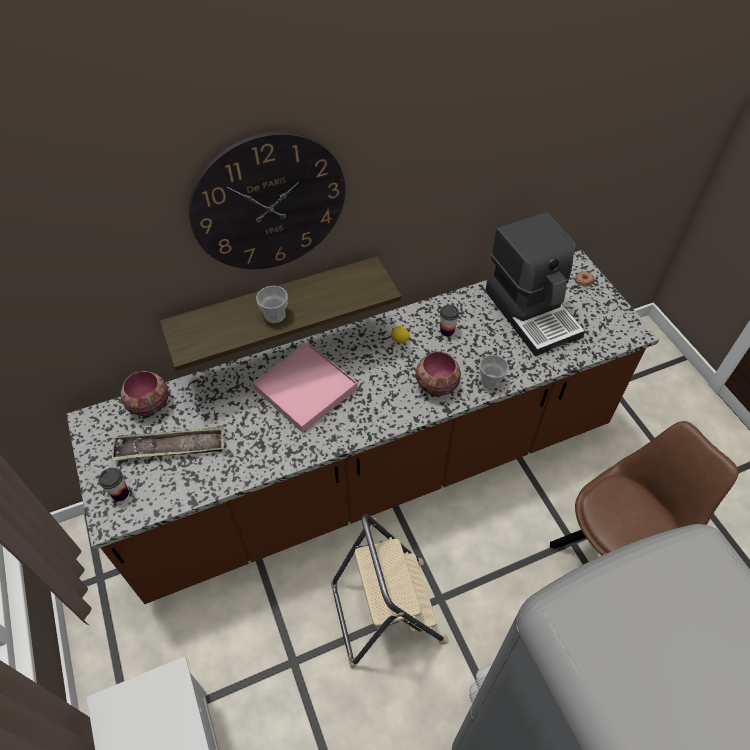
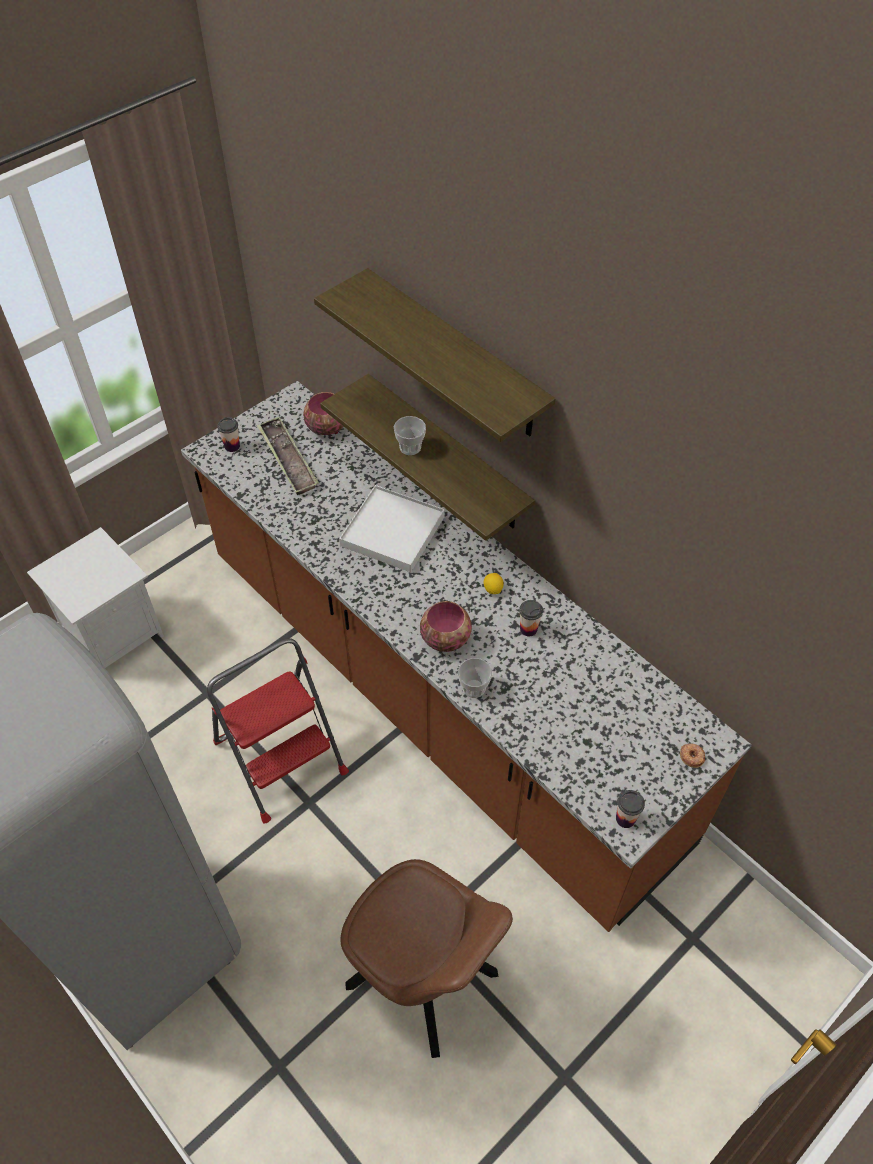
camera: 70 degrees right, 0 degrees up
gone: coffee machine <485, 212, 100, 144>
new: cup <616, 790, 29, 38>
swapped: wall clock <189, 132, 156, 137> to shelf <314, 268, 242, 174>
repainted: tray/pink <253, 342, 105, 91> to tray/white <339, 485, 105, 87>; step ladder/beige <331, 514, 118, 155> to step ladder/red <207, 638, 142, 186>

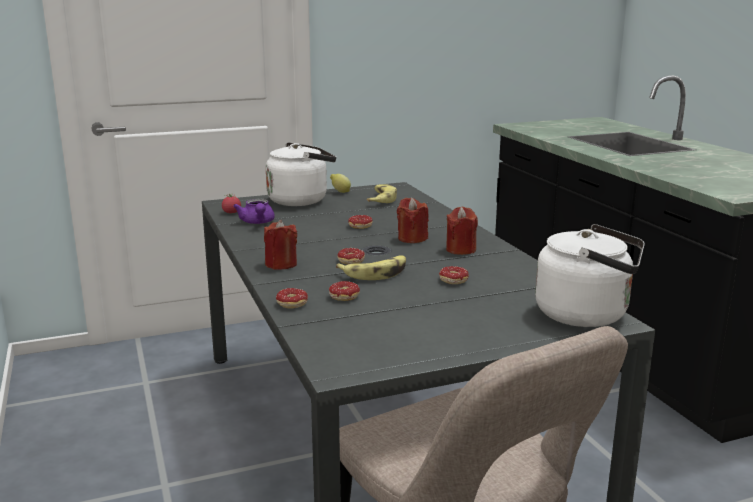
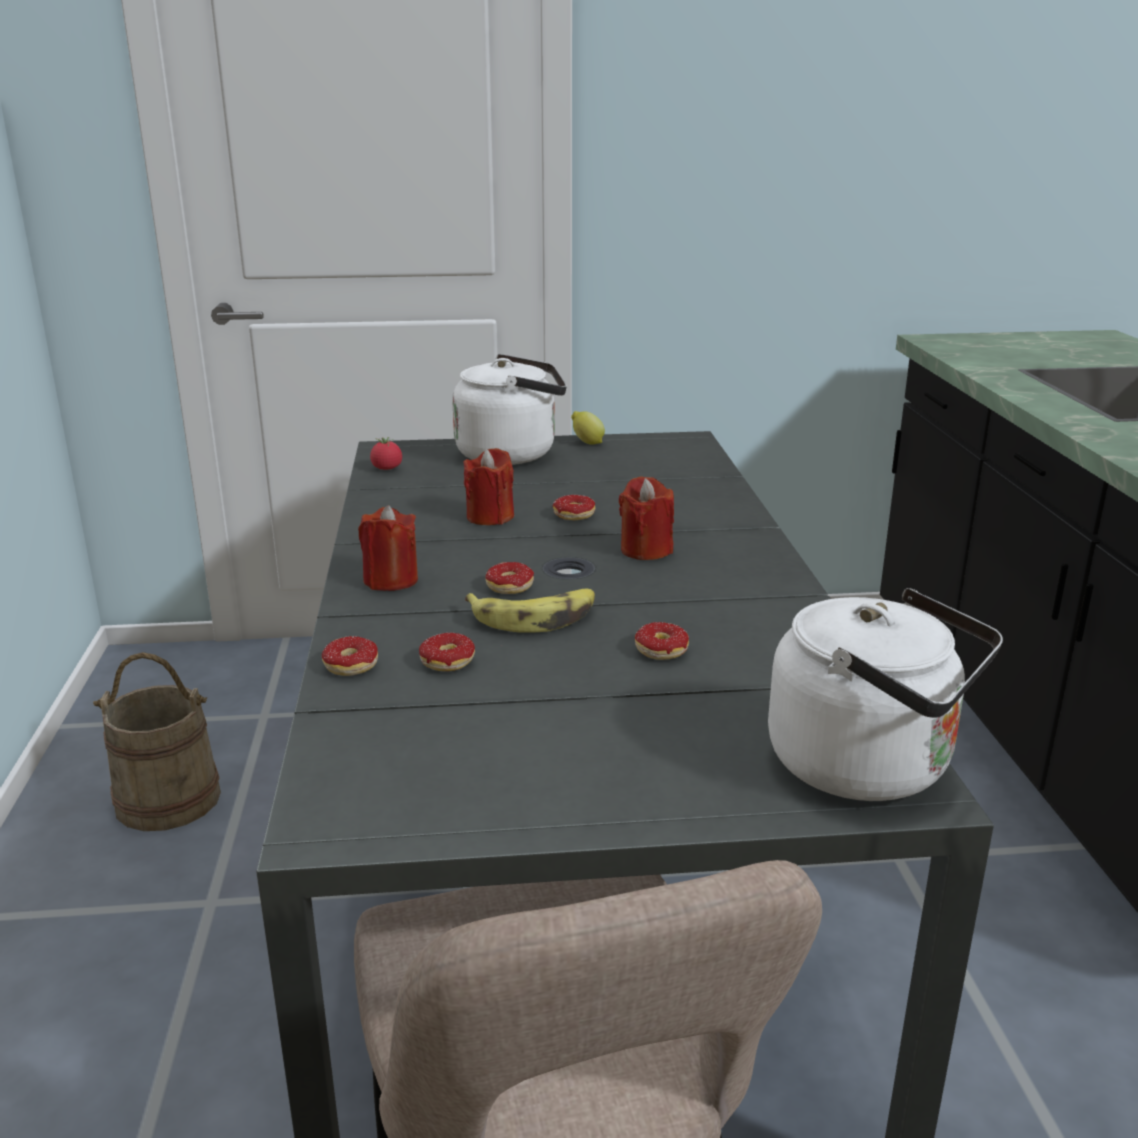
camera: 15 degrees right, 5 degrees up
gone: teapot/purple <233, 199, 42, 25>; banana <367, 184, 30, 19>
new: bucket/beige <93, 652, 128, 179>
shifted: candle/red <446, 207, 32, 48> to <463, 448, 51, 77>

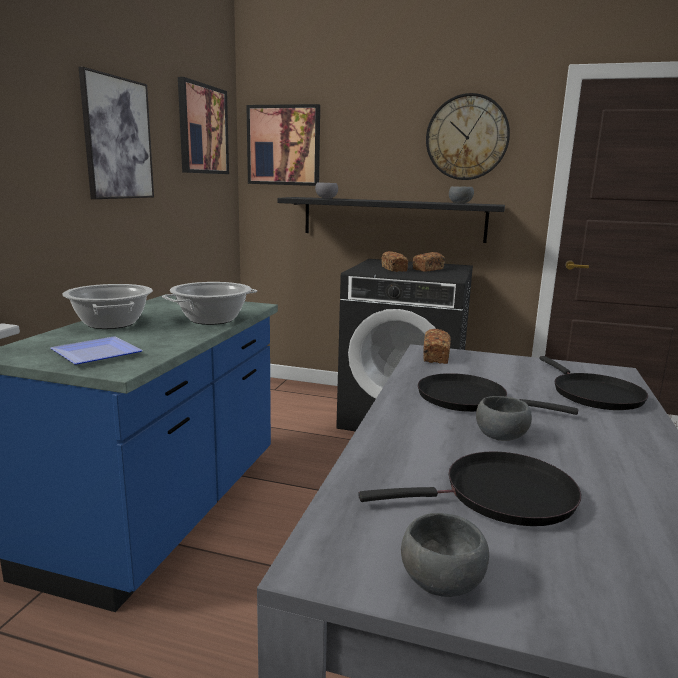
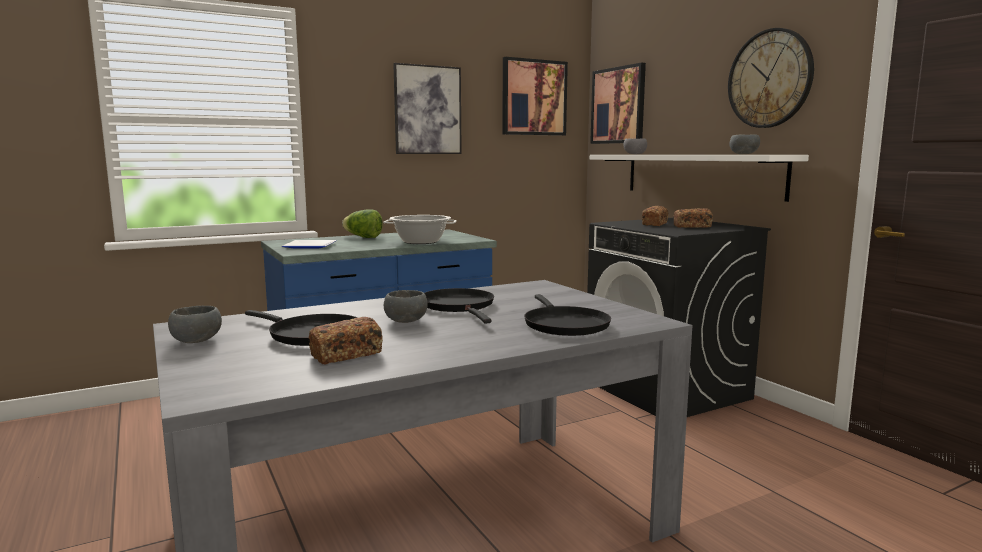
camera: 45 degrees right, 5 degrees down
shifted: bread <423, 329, 28, 35> to <309, 317, 74, 48>
swapped: cooking pot <62, 284, 91, 45> to lettuce <342, 209, 41, 29>
repainted: shelf/black <277, 197, 228, 46> to shelf/white <590, 155, 219, 47>
rotated: frying pan/black <540, 356, 108, 54> = <524, 294, 87, 42> 45 degrees counterclockwise

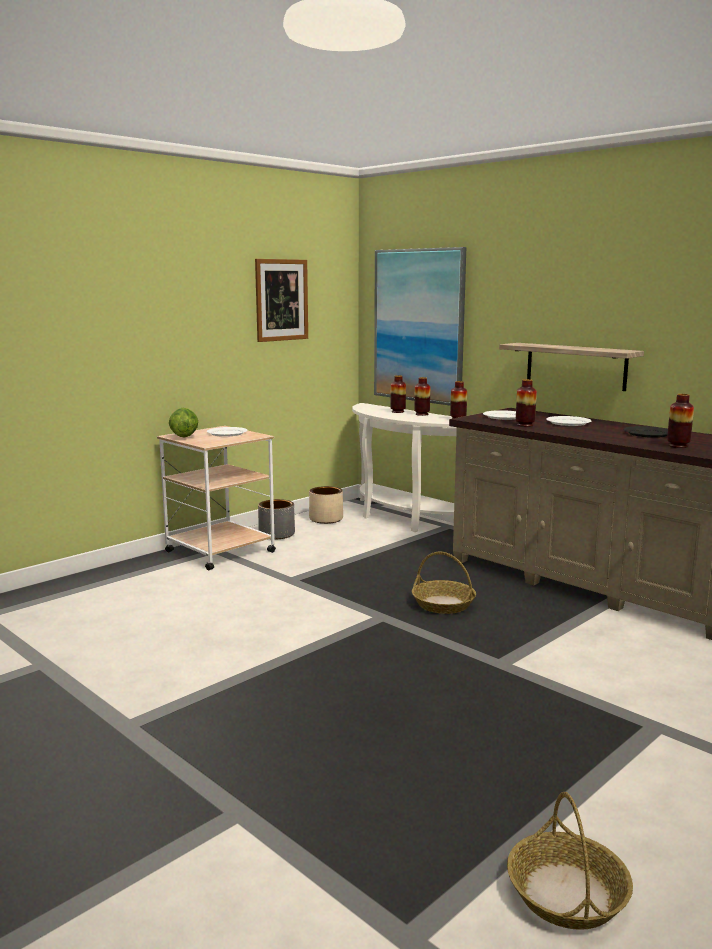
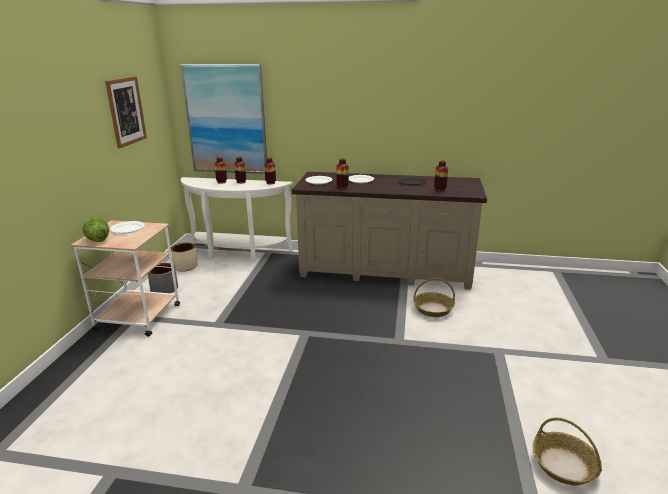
camera: 35 degrees left, 10 degrees up
gone: shelf <499, 343, 145, 48>
shifted: basket <412, 552, 64, 62> to <413, 278, 42, 39>

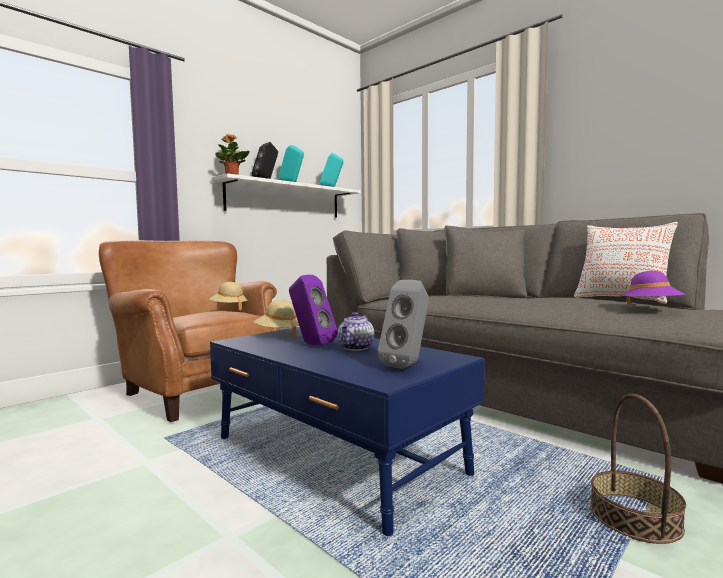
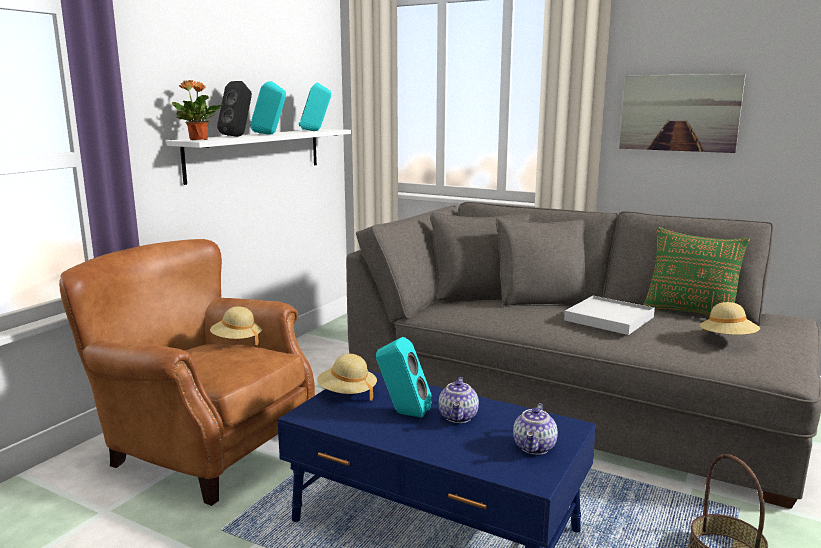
camera: 15 degrees left, 10 degrees up
new: tray/white <564, 296, 91, 39>; picture <619, 74, 127, 79>
swapped: speaker/grey <378, 280, 51, 89> to teapot <513, 403, 45, 52>
repainted: speaker/purple <289, 275, 48, 70> to speaker/turquoise <376, 337, 56, 81>; pillow/white <574, 222, 104, 82> to pillow/green <643, 227, 107, 89>; hat/purple <620, 271, 66, 35> to hat/beige <700, 302, 60, 33>

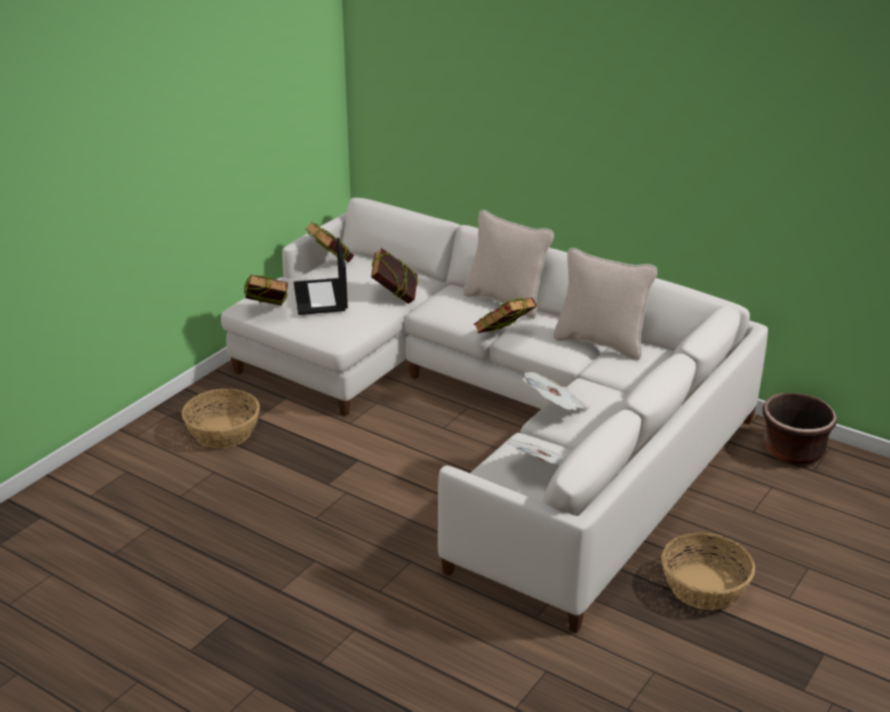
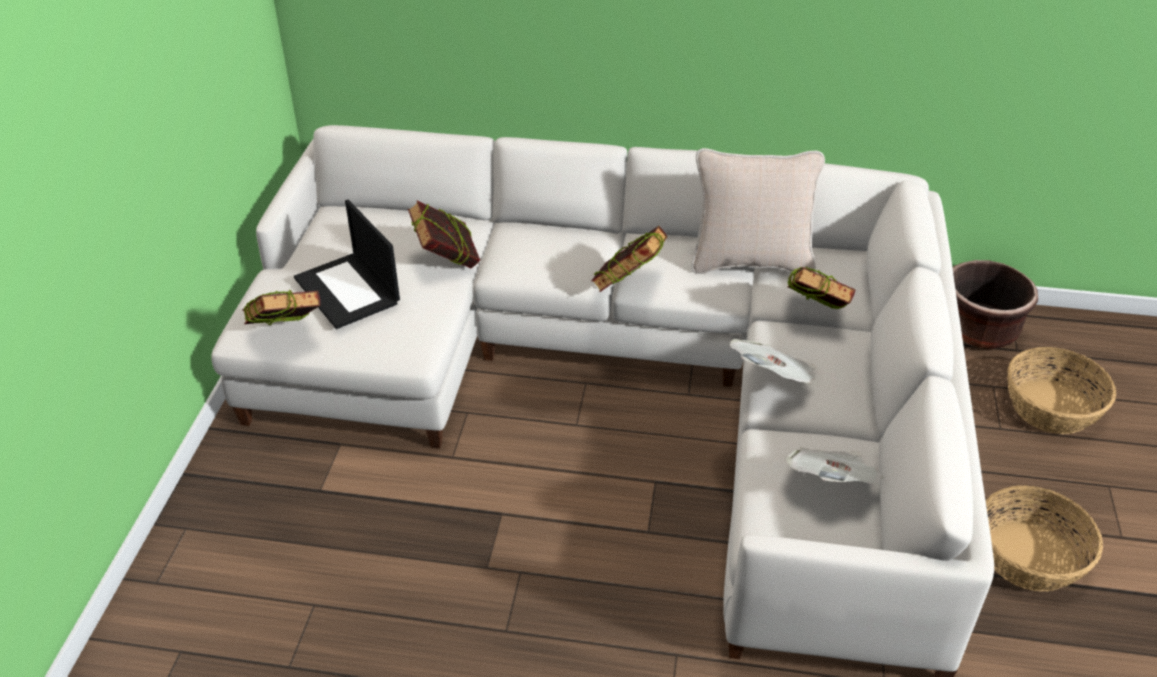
camera: 25 degrees left, 10 degrees up
gone: pillow/beige <463, 210, 91, 109>
shifted: basket <182, 389, 78, 59> to <1007, 347, 109, 87>; book <305, 221, 49, 42> to <787, 267, 69, 42>

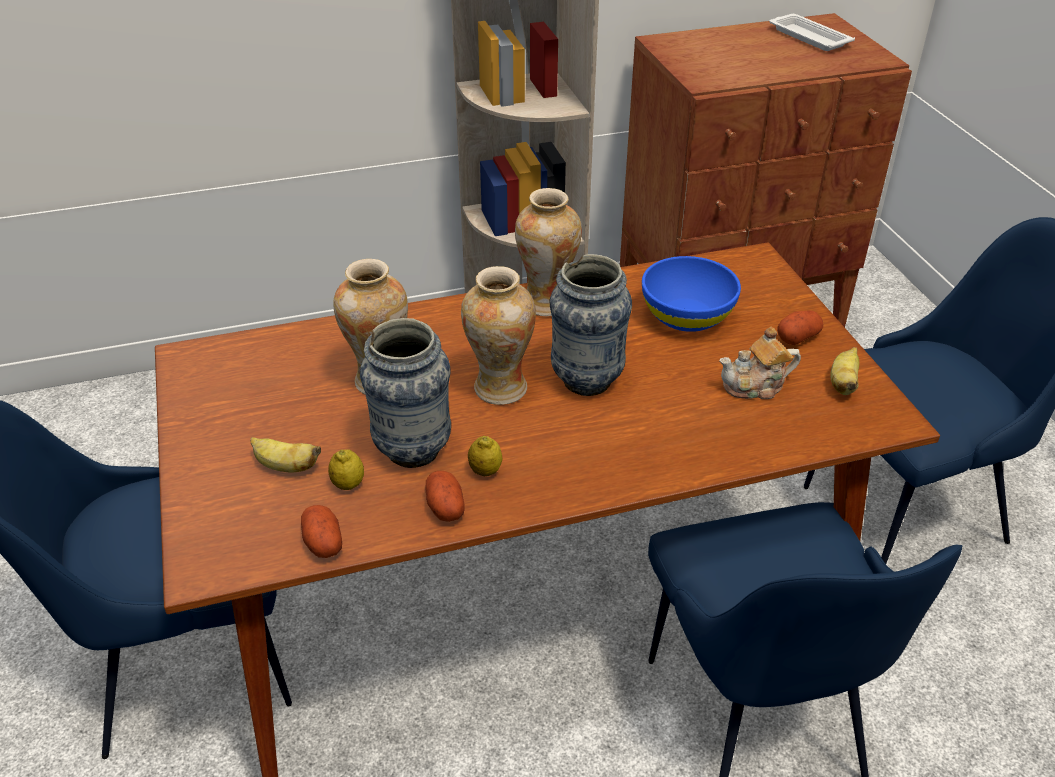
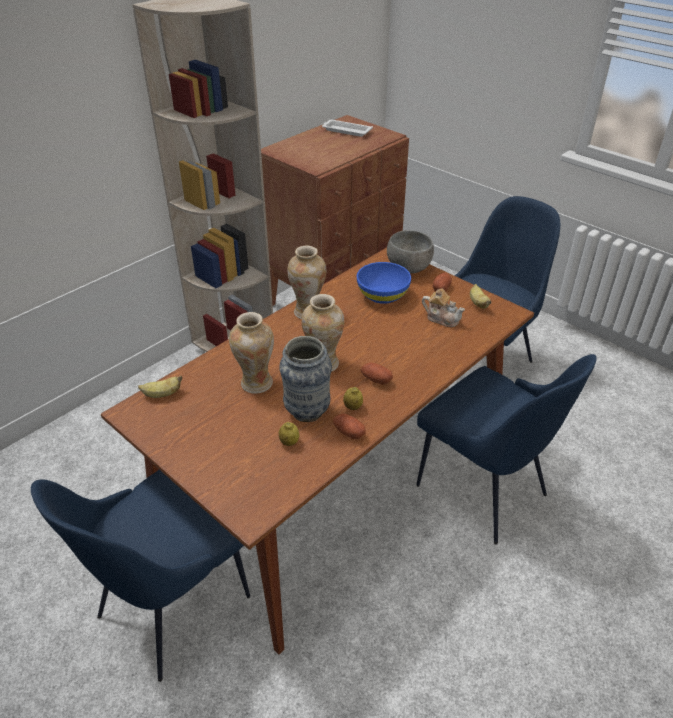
camera: 30 degrees left, 0 degrees up
gone: vase <550, 254, 82, 142>
new: bowl/grey <387, 230, 47, 44>
shifted: banana <250, 437, 71, 35> to <138, 376, 44, 22>; potato <301, 505, 41, 53> to <361, 363, 32, 22>
rotated: teapot <719, 327, 82, 72> = <422, 288, 43, 39> 105 degrees counterclockwise

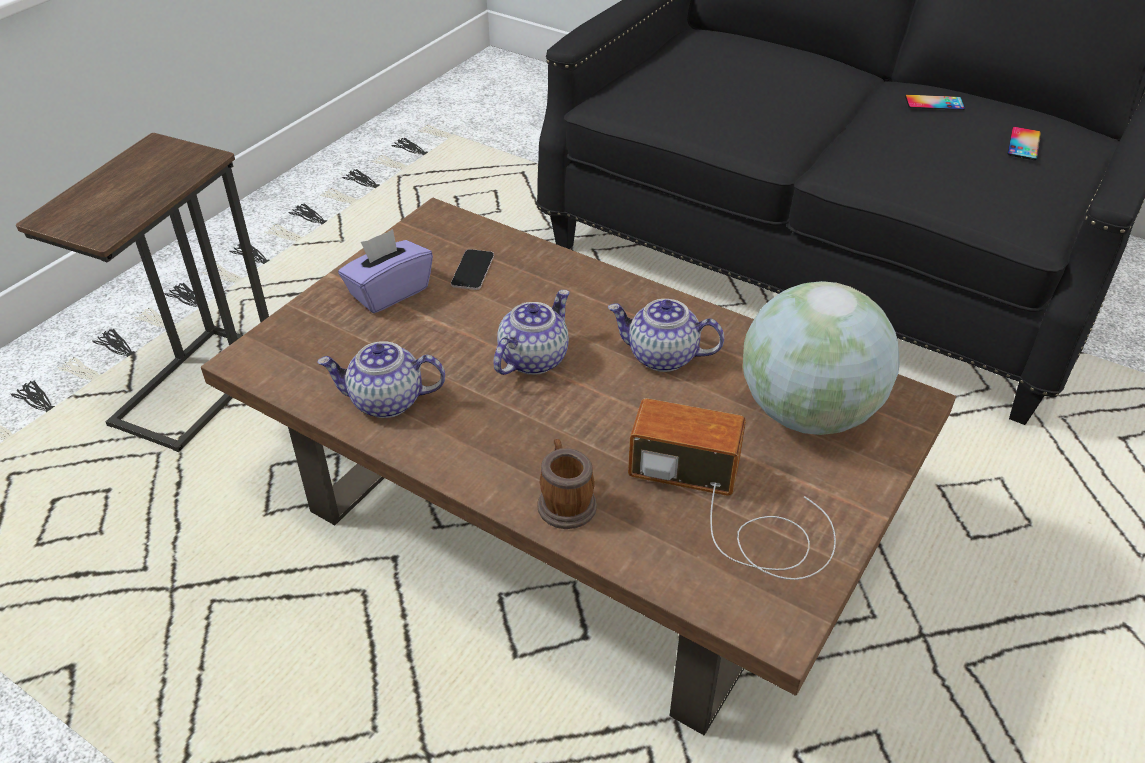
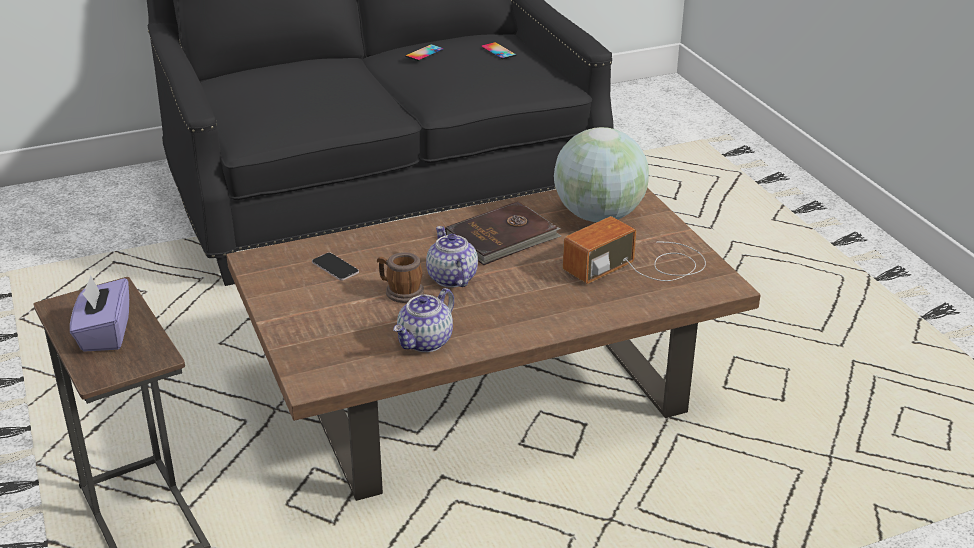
camera: 55 degrees left, 10 degrees down
shifted: tissue box/purple <338, 229, 95, 84> to <70, 275, 59, 77>; mug <537, 439, 60, 90> to <377, 252, 47, 51>
swapped: teapot <607, 299, 117, 73> to book/brown <445, 201, 116, 64>

